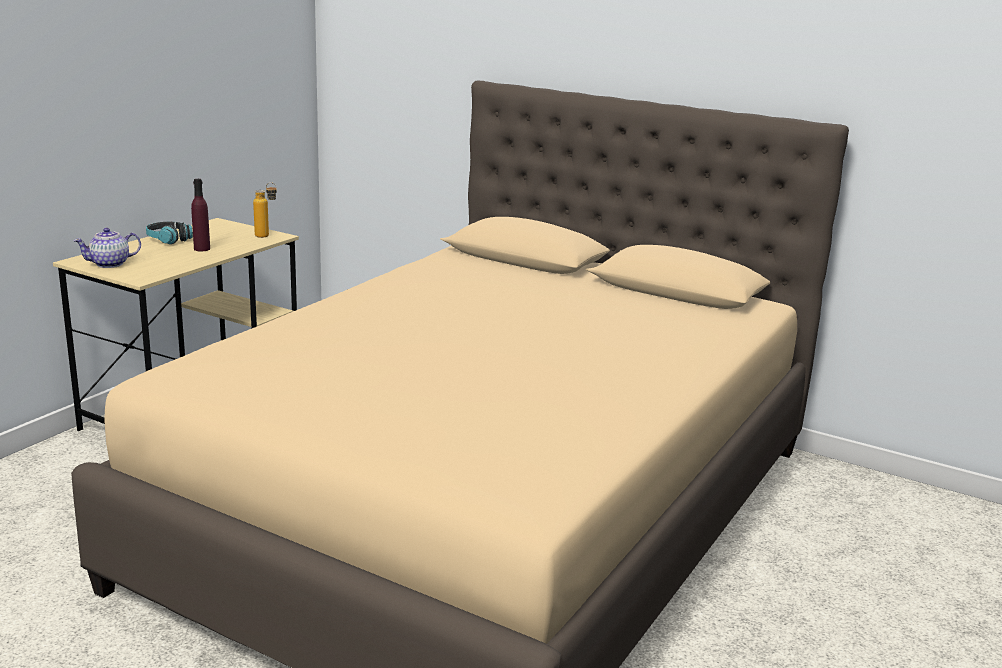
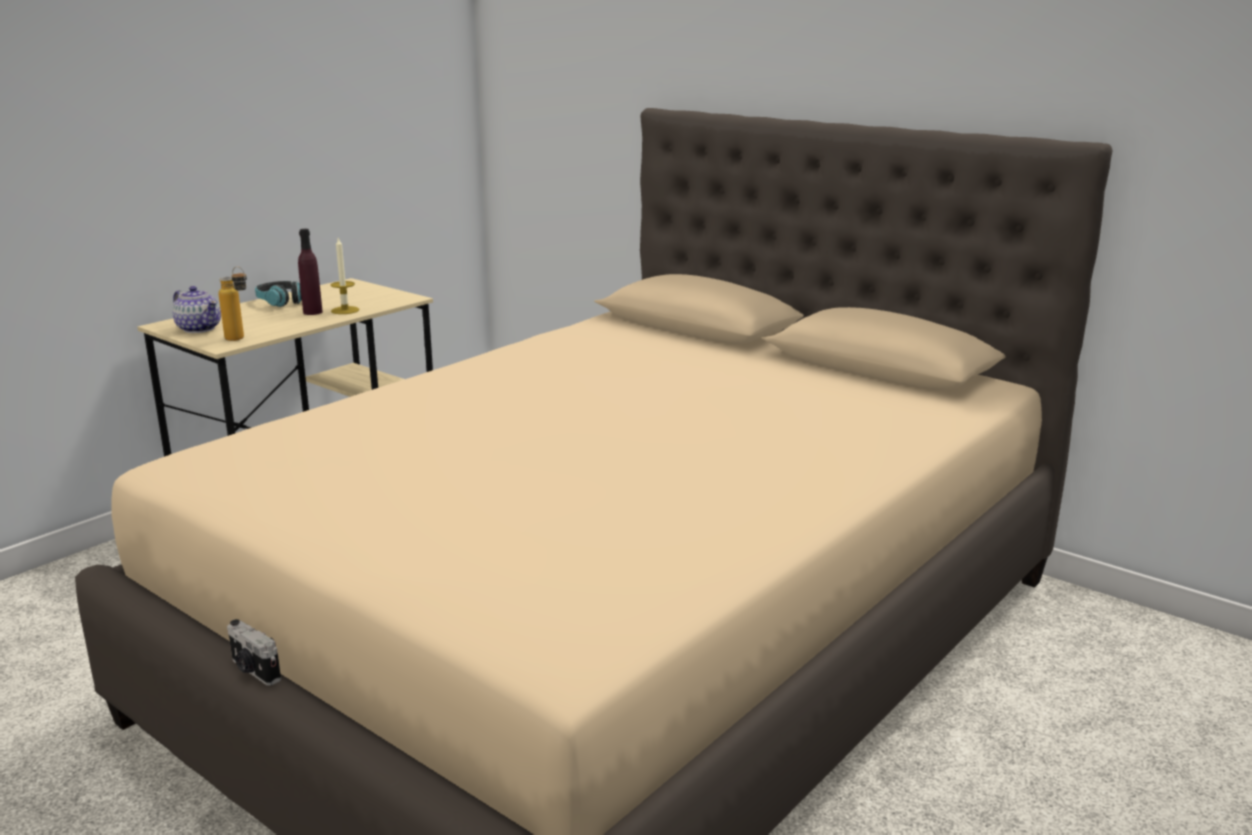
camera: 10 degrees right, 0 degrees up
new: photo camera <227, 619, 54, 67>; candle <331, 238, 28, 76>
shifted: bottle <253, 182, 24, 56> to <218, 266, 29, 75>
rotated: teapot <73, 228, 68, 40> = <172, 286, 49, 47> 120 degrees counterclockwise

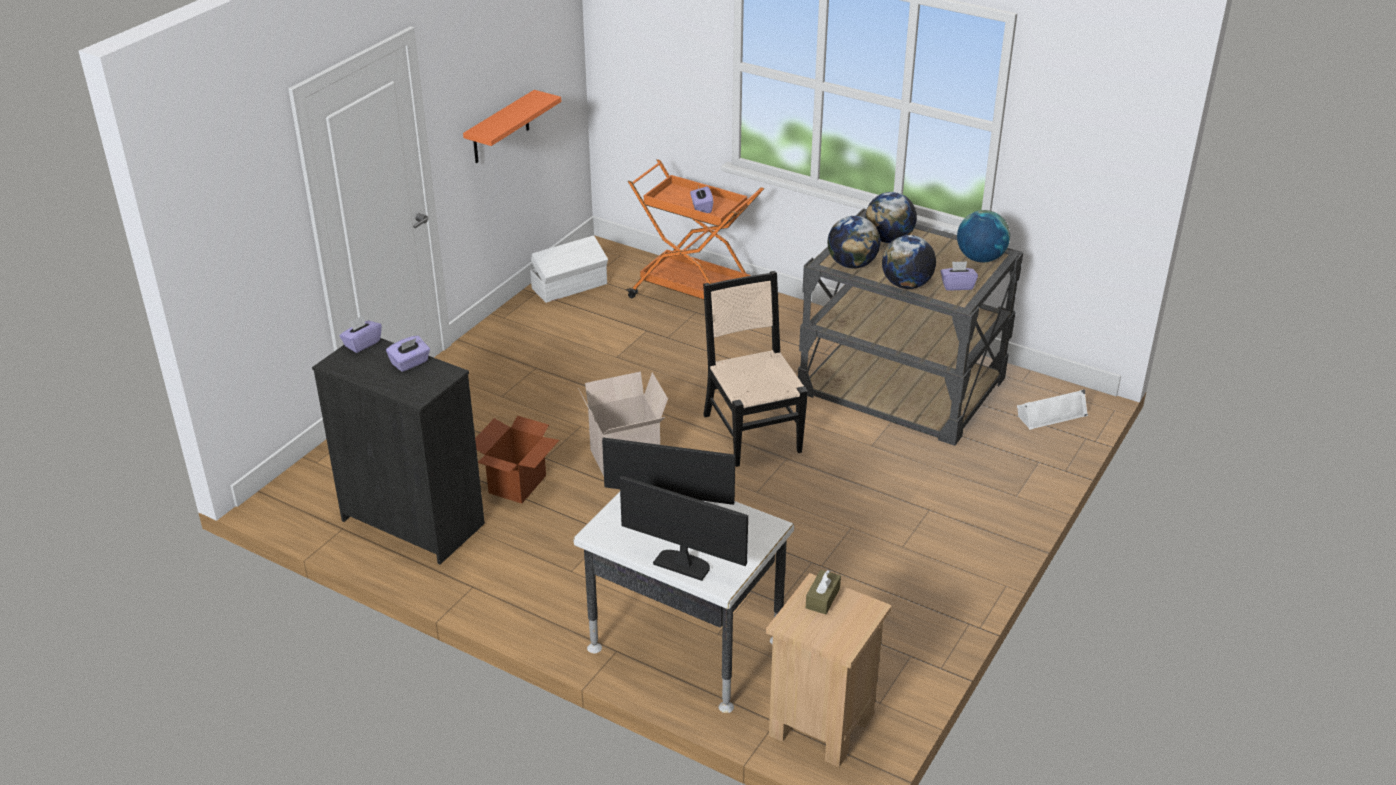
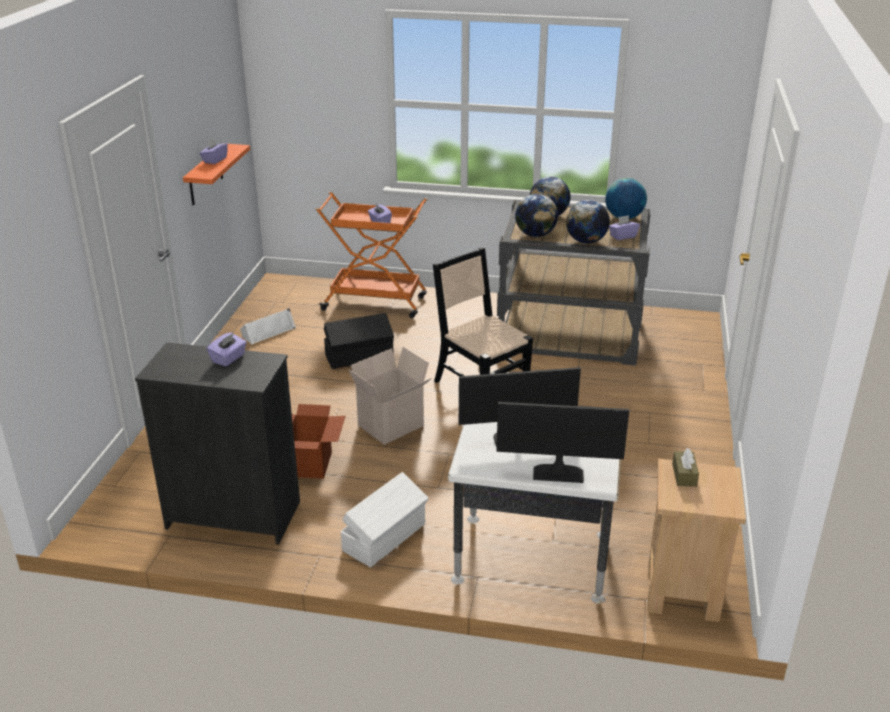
camera: 20 degrees left, 5 degrees down
new: storage box/black <324, 313, 70, 56>
shifted: tissue box/purple <339, 316, 43, 37> to <200, 138, 28, 26>; storage box/white <530, 236, 78, 67> to <341, 472, 88, 96>; speaker/white <1017, 389, 71, 41> to <240, 308, 56, 36>

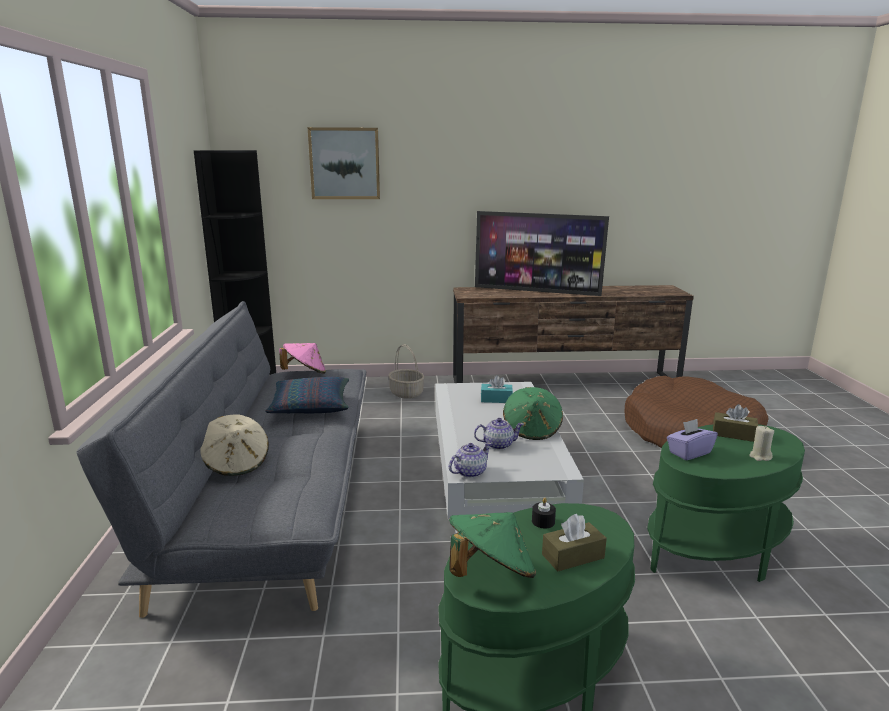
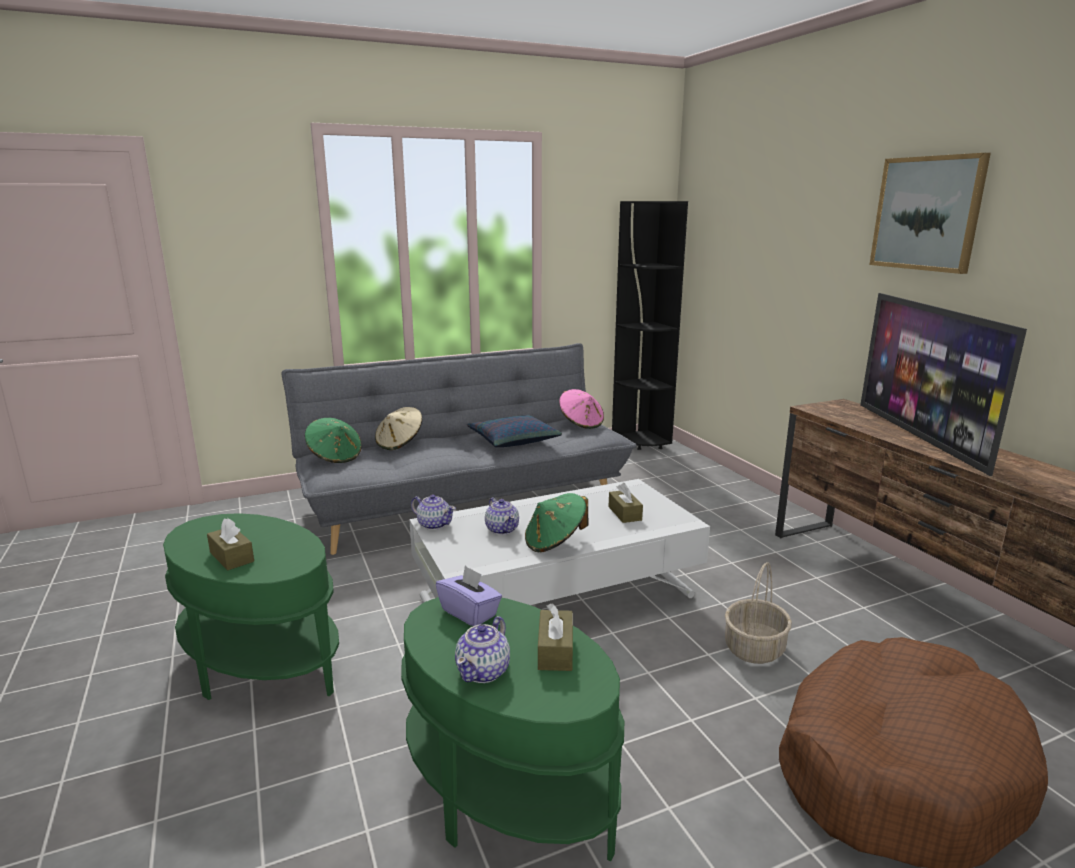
camera: 70 degrees right, 0 degrees up
gone: candle/black <532, 498, 24, 30>
shifted: picture <308, 127, 72, 72> to <869, 153, 122, 121>; basket <388, 344, 36, 55> to <725, 562, 67, 102>; hat/green <449, 512, 87, 66> to <305, 418, 57, 45>
swapped: candle/beige <750, 426, 24, 35> to teapot <455, 616, 55, 67>
repainted: tissue box/turquoise <481, 375, 32, 28> to tissue box/brown <609, 483, 34, 40>

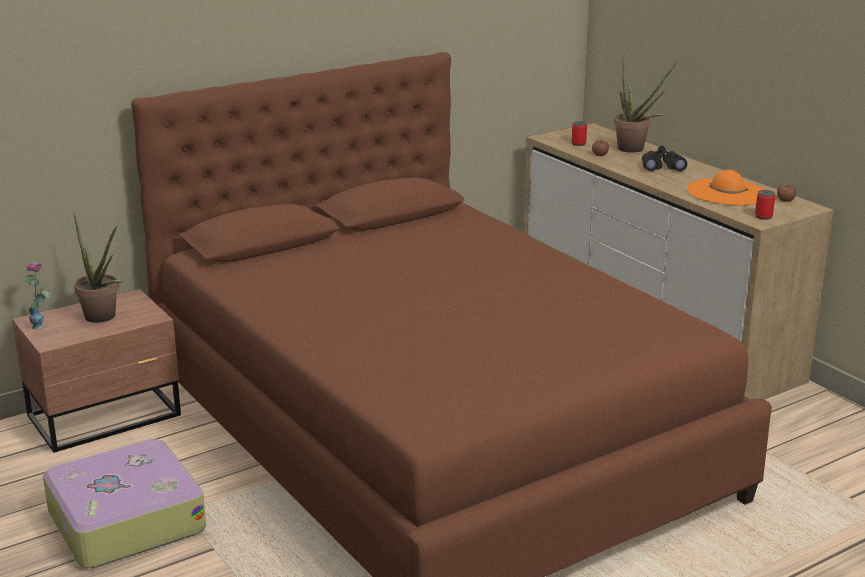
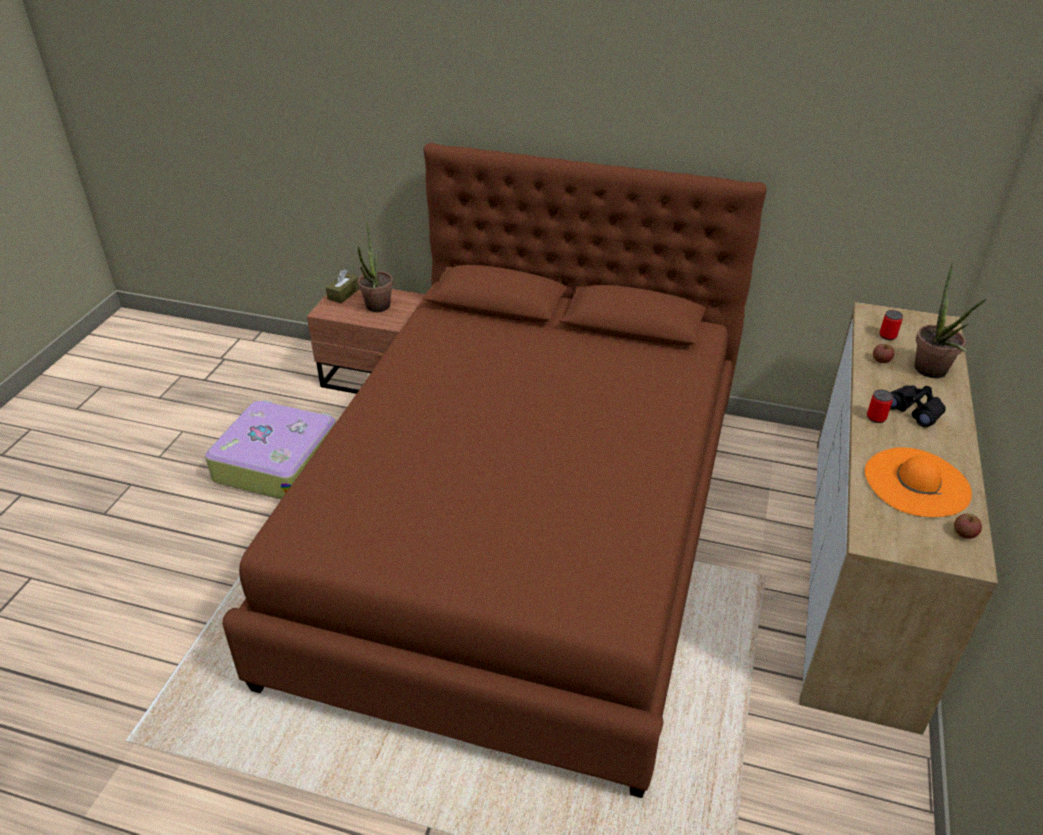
camera: 50 degrees right, 15 degrees up
shifted: can <755, 190, 20, 30> to <867, 389, 26, 34>
swapped: vase <23, 262, 29, 68> to tissue box/brown <326, 269, 33, 35>

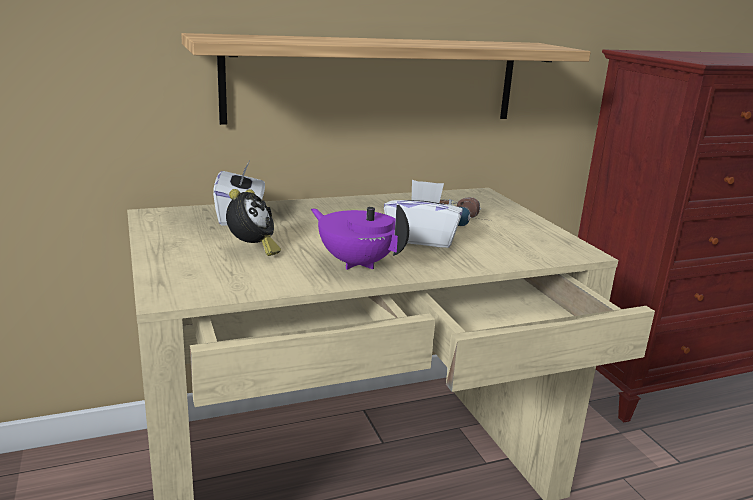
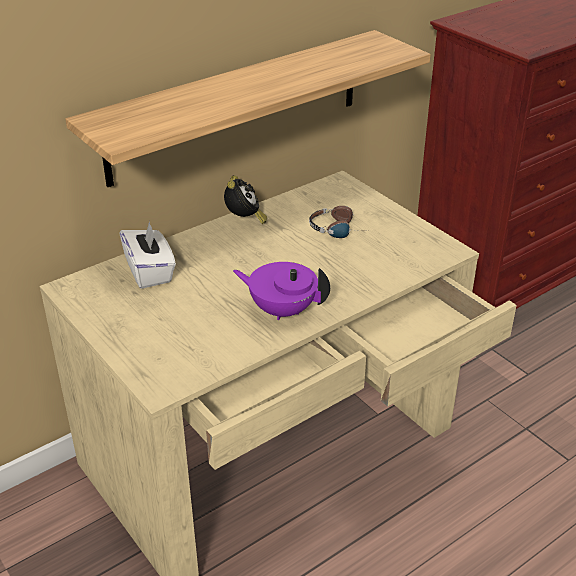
camera: 15 degrees left, 15 degrees up
gone: tissue box/white <384, 180, 79, 68>
shifted: alarm clock <226, 189, 55, 67> to <224, 175, 43, 49>

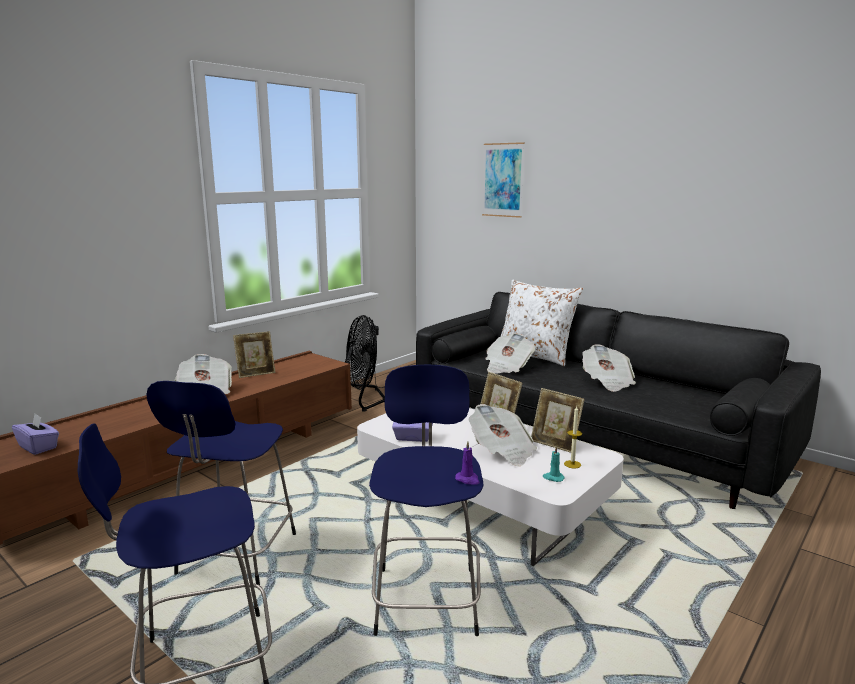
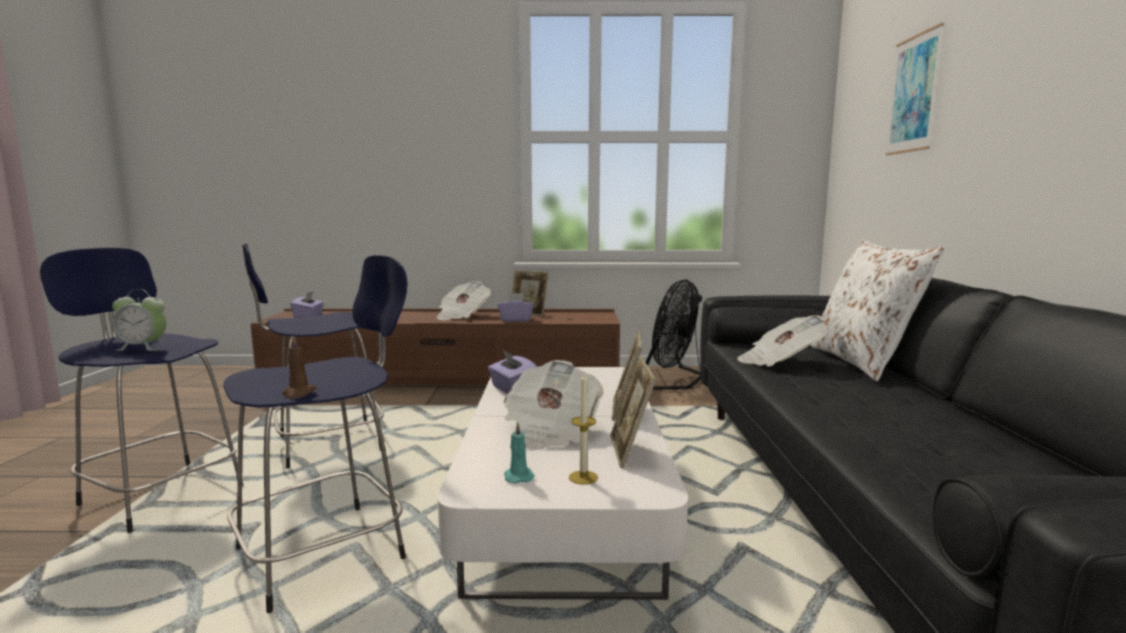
camera: 50 degrees right, 5 degrees down
gone: newspaper <582, 344, 54, 48>
new: alarm clock <112, 289, 54, 62>; tissue box/purple <498, 293, 36, 29>
repainted: candle/purple <455, 441, 25, 44> to candle/brown <282, 336, 35, 63>

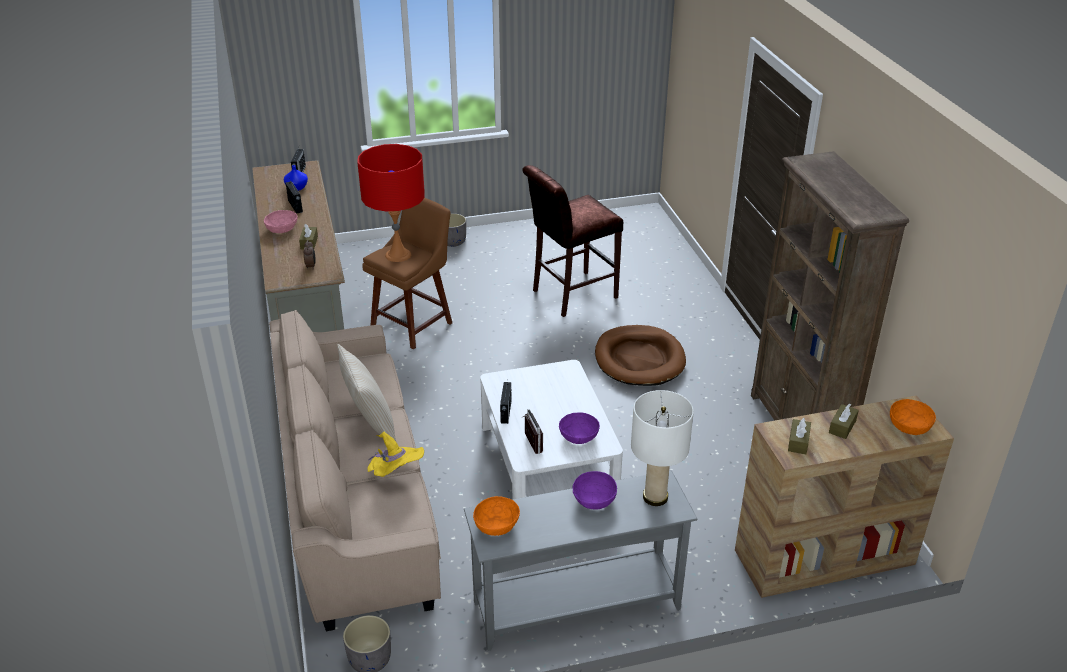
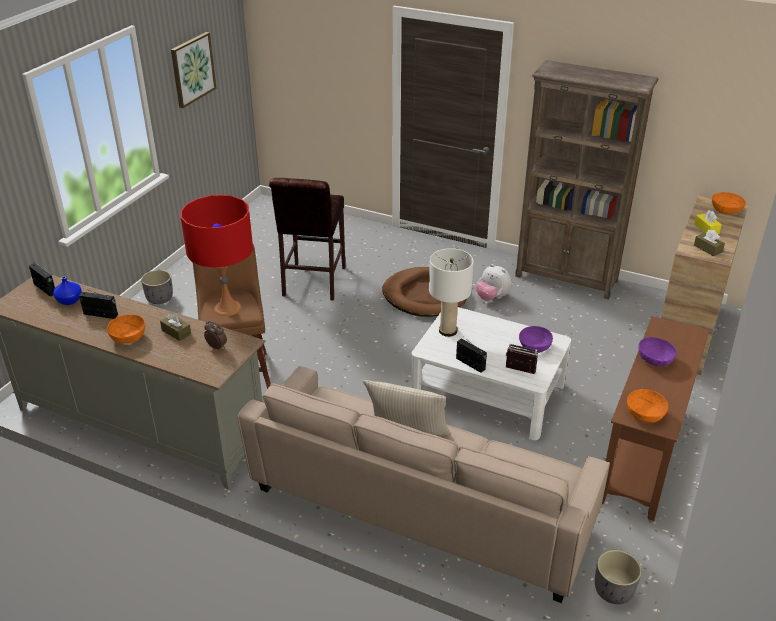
camera: 50 degrees left, 0 degrees up
gone: hat/yellow <368, 432, 56, 45>
new: picture <171, 32, 46, 76>; plush toy <476, 264, 36, 37>
shifted: table lamp/white <631, 390, 63, 116> to <429, 248, 45, 89>
repainted: bowl/pink <264, 210, 34, 23> to bowl/orange <107, 315, 38, 29>; console table/grey <464, 470, 234, 181> to console table/brown <602, 316, 107, 205>; tissue box/brown <829, 403, 30, 36> to tissue box/yellow <694, 210, 28, 24>

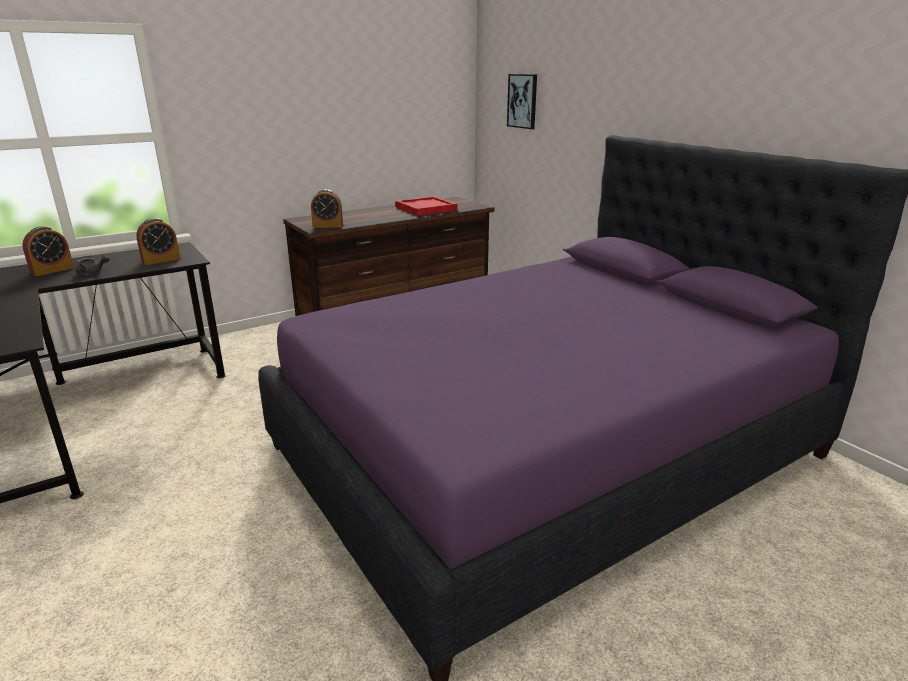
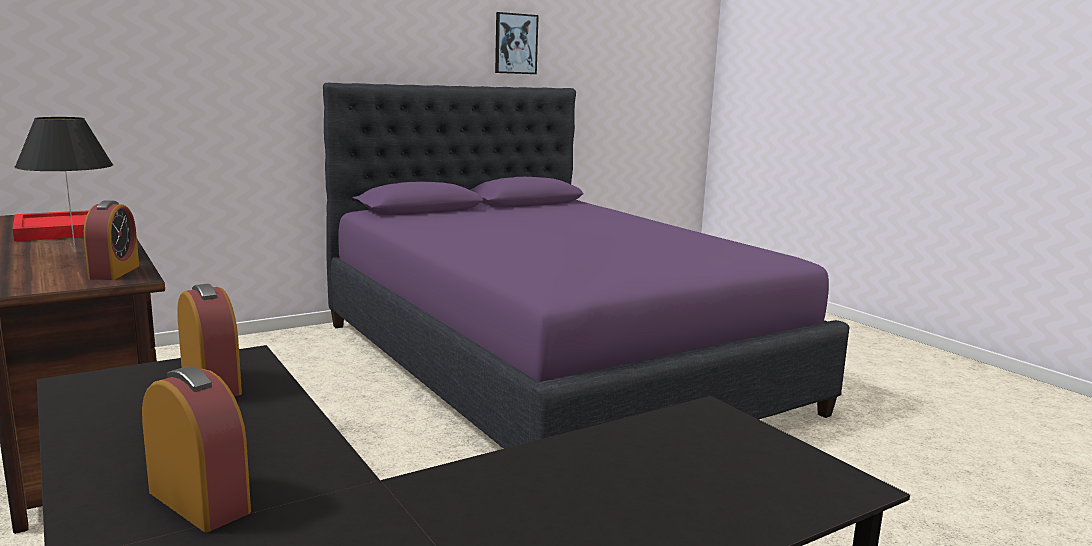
camera: 90 degrees left, 10 degrees down
gone: teapot/grey <76, 255, 34, 20>
new: table lamp/black <14, 117, 99, 136>
shifted: picture <507, 74, 30, 55> to <495, 12, 44, 62>

